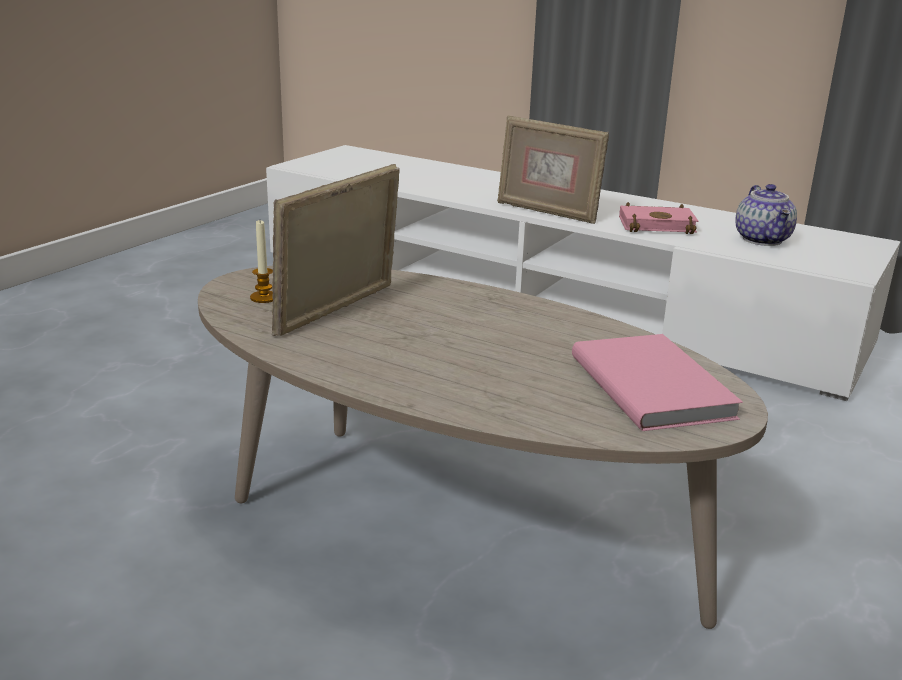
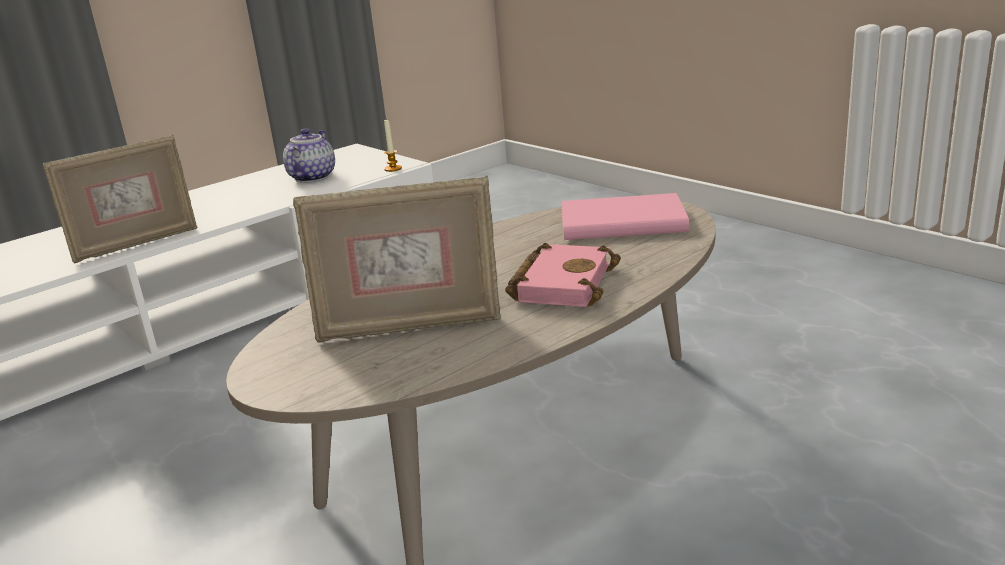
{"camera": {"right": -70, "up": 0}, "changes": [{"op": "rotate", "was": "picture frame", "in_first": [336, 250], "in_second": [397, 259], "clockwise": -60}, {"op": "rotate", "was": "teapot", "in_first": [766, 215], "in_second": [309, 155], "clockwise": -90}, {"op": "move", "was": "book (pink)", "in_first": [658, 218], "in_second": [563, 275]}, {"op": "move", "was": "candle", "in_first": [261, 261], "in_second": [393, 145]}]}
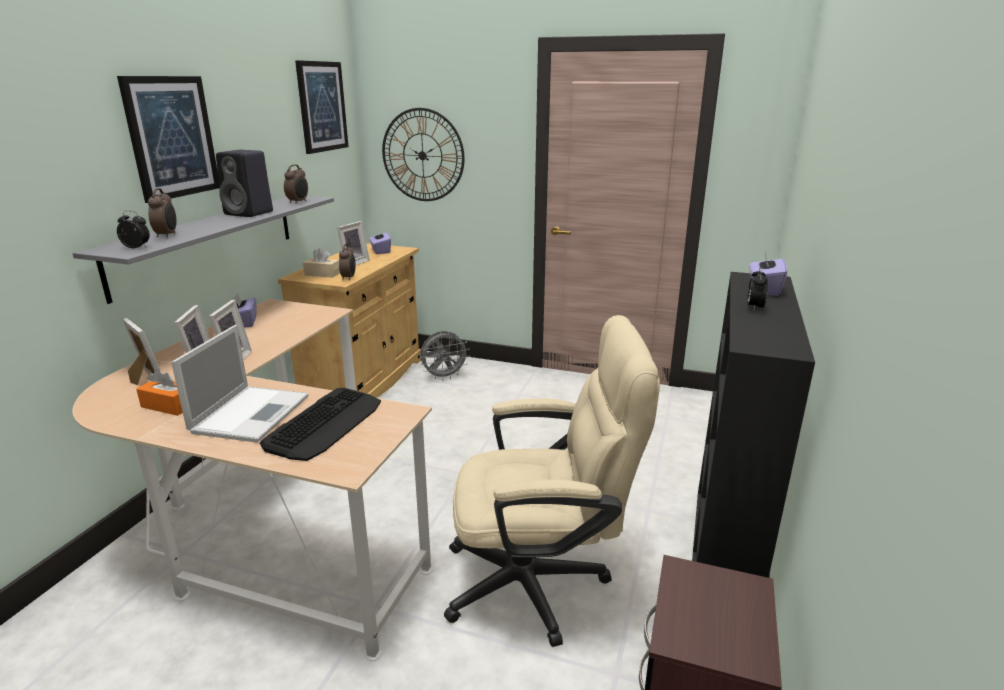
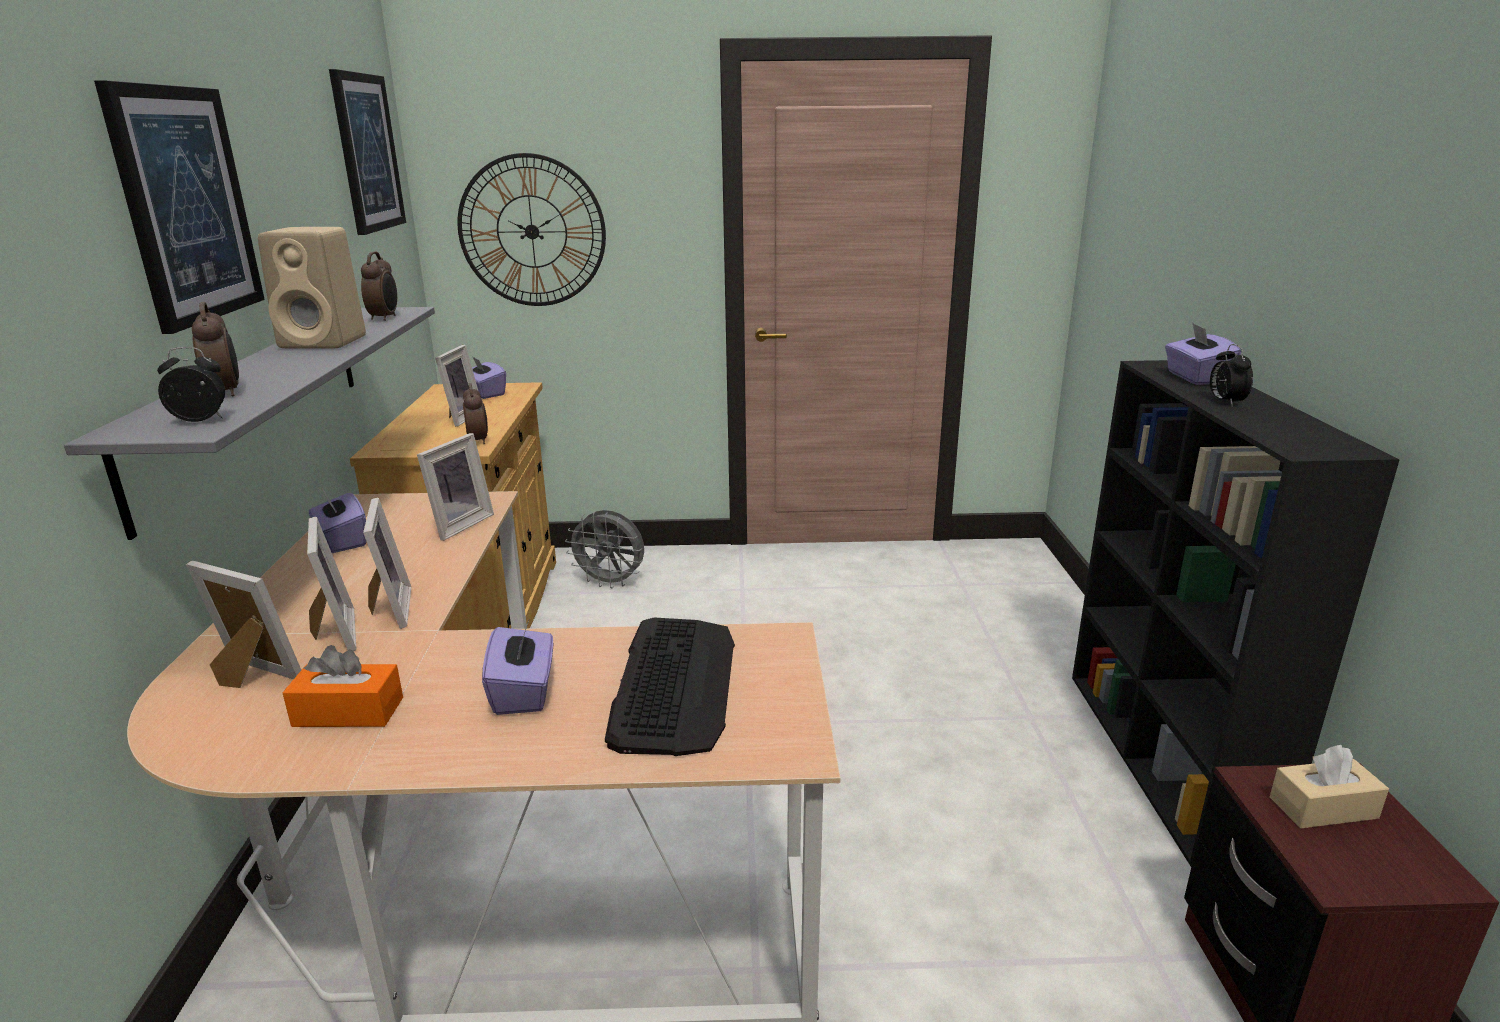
{"camera": {"right": -20, "up": 0}, "changes": [{"op": "recolor", "was": "speaker (black)", "now": "speaker (beige)", "in_first": [244, 183], "in_second": [312, 287]}, {"op": "move", "was": "tissue box (beige)", "in_first": [321, 262], "in_second": [1329, 786]}, {"op": "delete", "was": "office chair (beige)", "in_first": [552, 481]}, {"op": "replace", "was": "laptop", "now": "tissue box (purple)", "in_first": [239, 384], "in_second": [517, 666]}, {"op": "rotate", "was": "fan (grey)", "in_first": [445, 355], "in_second": [604, 549], "clockwise": 60}, {"op": "insert", "now": "picture frame", "in_second": [455, 487]}]}
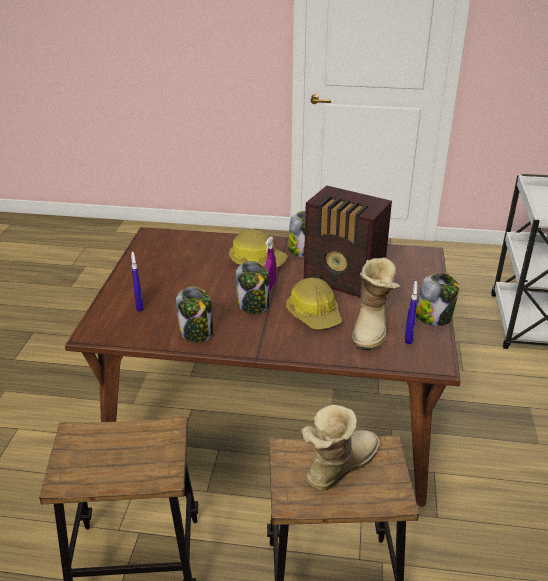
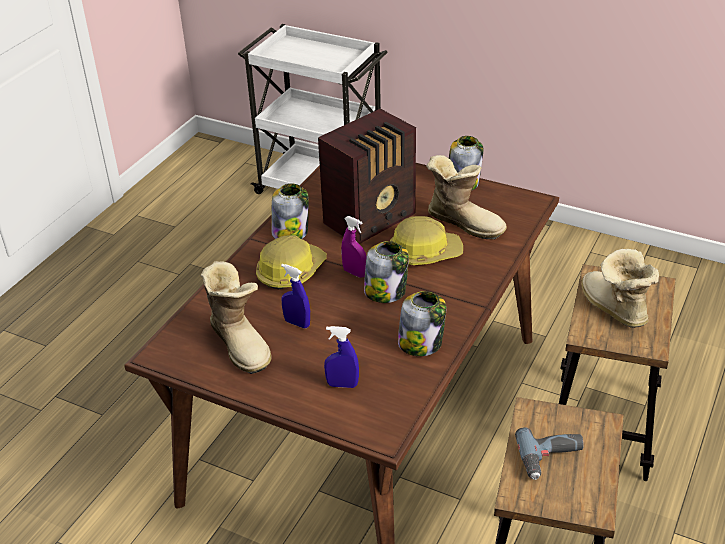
{"camera": {"right": -70, "up": 5}, "changes": [{"op": "move", "was": "spray bottle (blue)", "in_first": [411, 312], "in_second": [295, 296]}, {"op": "insert", "now": "boot", "in_second": [236, 317]}, {"op": "insert", "now": "power drill", "in_second": [549, 453]}]}
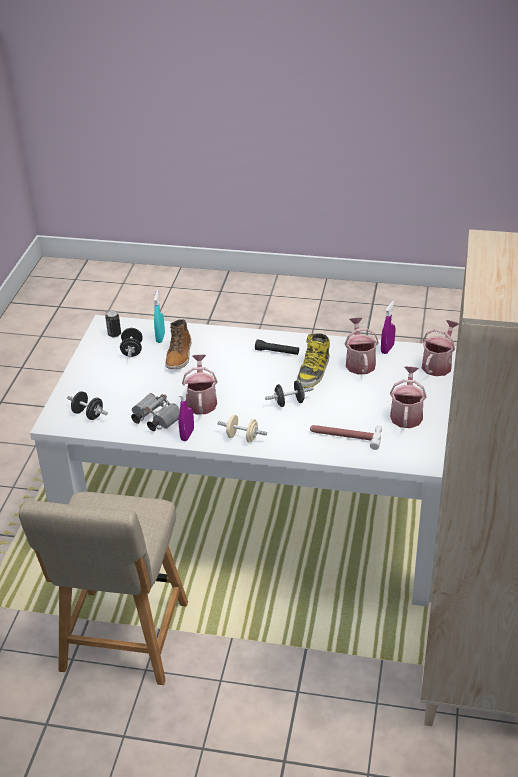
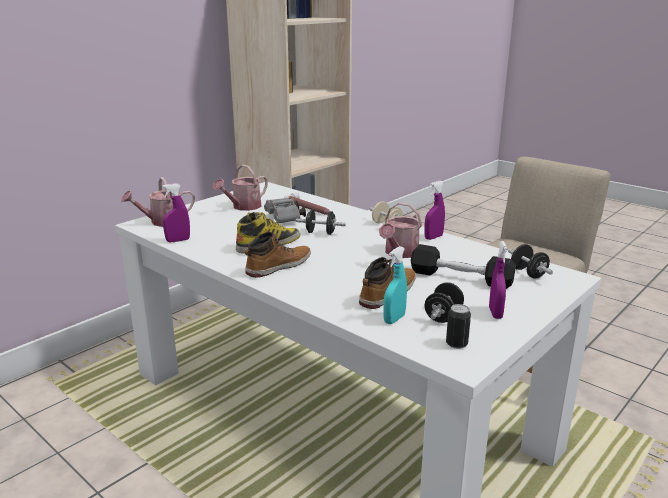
{"camera": {"right": -150, "up": -15}, "changes": [{"op": "delete", "was": "watering can", "in_first": [362, 346]}, {"op": "replace", "was": "flashlight (black)", "now": "boot", "in_first": [277, 347], "in_second": [278, 255]}, {"op": "move", "was": "binoculars (grey)", "in_first": [155, 412], "in_second": [285, 210]}, {"op": "insert", "now": "spray bottle (purple)", "in_second": [498, 280]}, {"op": "insert", "now": "dumbbell (black)", "in_second": [463, 266]}]}
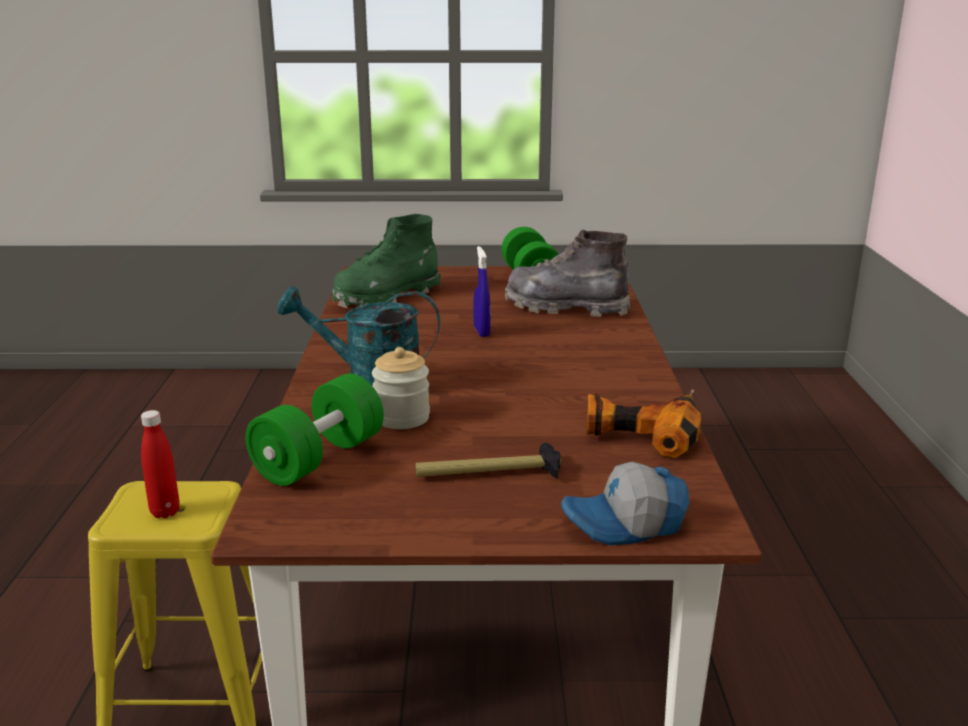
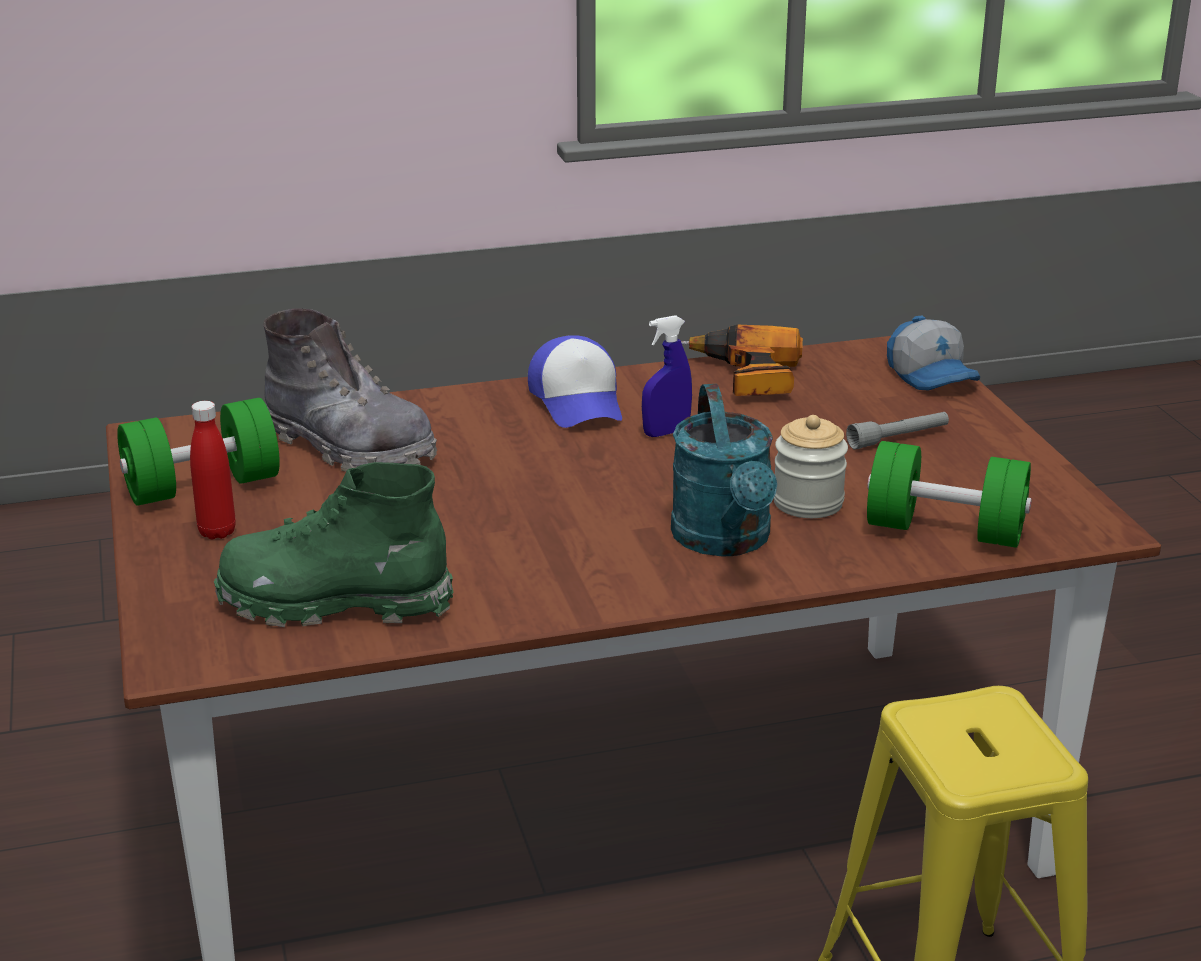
{"camera": {"right": -105, "up": 5}, "changes": [{"op": "rotate", "was": "boot (green)", "in_first": [386, 261], "in_second": [334, 544], "clockwise": 150}, {"op": "rotate", "was": "boot (grey)", "in_first": [568, 273], "in_second": [350, 390], "clockwise": -60}, {"op": "move", "was": "spray bottle (blue)", "in_first": [482, 291], "in_second": [667, 376]}, {"op": "move", "was": "bottle (red)", "in_first": [160, 464], "in_second": [213, 470]}, {"op": "replace", "was": "hammer", "now": "flashlight (grey)", "in_first": [488, 461], "in_second": [897, 430]}, {"op": "insert", "now": "cap", "in_second": [575, 381]}]}
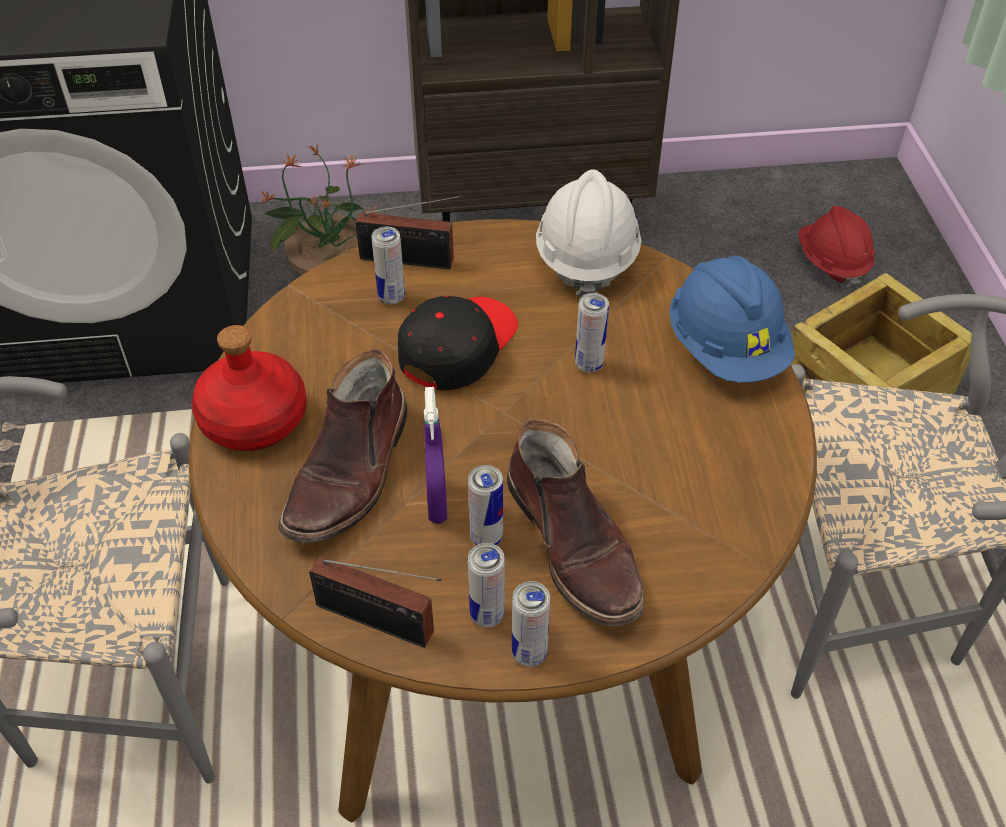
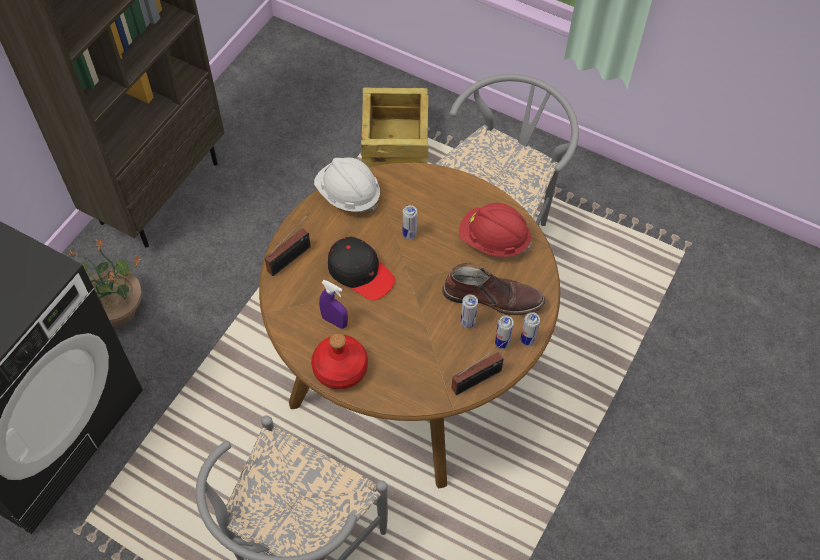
{"camera": {"right": -55, "up": 10}, "changes": [{"op": "move", "was": "hard hat (red)", "in_first": [836, 247], "in_second": [495, 230]}, {"op": "delete", "was": "can", "in_first": [388, 265]}, {"op": "delete", "was": "hard hat (blue)", "in_first": [732, 319]}, {"op": "rotate", "was": "cap (black)", "in_first": [458, 343], "in_second": [361, 269], "clockwise": 150}, {"op": "delete", "was": "boot (brown)", "in_first": [343, 446]}, {"op": "move", "was": "spray bottle (purple)", "in_first": [435, 455], "in_second": [333, 304]}]}
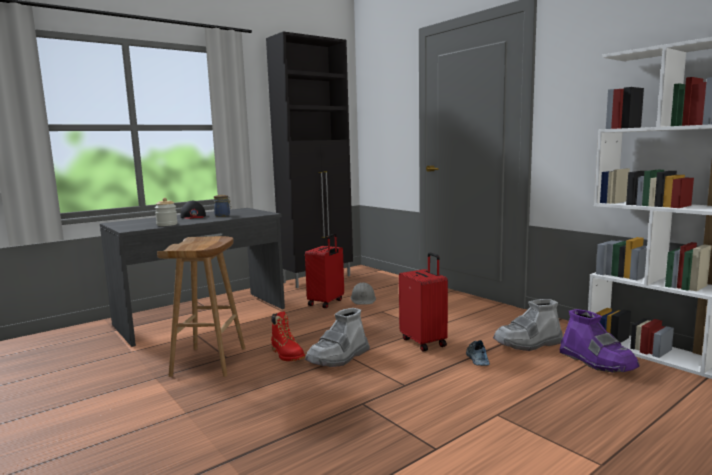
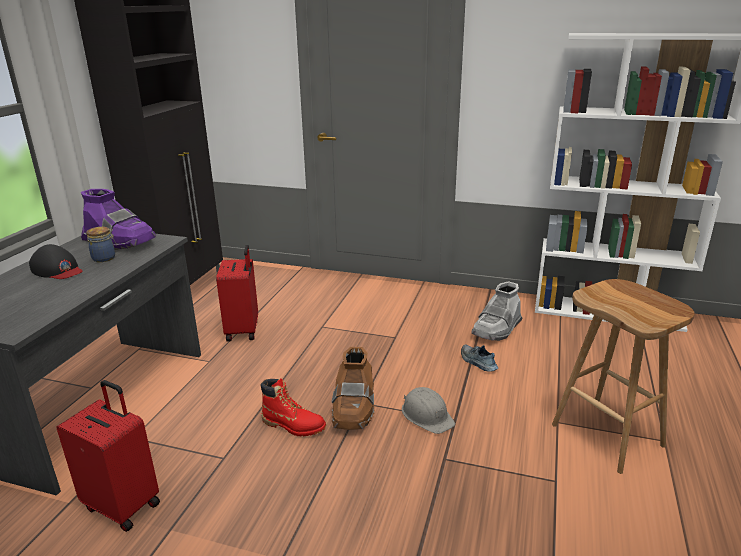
{"camera": {"right": -35, "up": 15}, "changes": [{"op": "delete", "was": "jar", "in_first": [166, 212]}, {"op": "move", "was": "stool (brown)", "in_first": [201, 306], "in_second": [623, 376]}, {"op": "move", "was": "suitcase (red)", "in_first": [423, 302], "in_second": [108, 456]}, {"op": "move", "was": "hard hat (grey)", "in_first": [363, 293], "in_second": [428, 410]}, {"op": "recolor", "was": "boot (grey)", "now": "boot (brown)", "in_first": [337, 337], "in_second": [352, 388]}, {"op": "move", "was": "boot (purple)", "in_first": [600, 341], "in_second": [118, 219]}]}
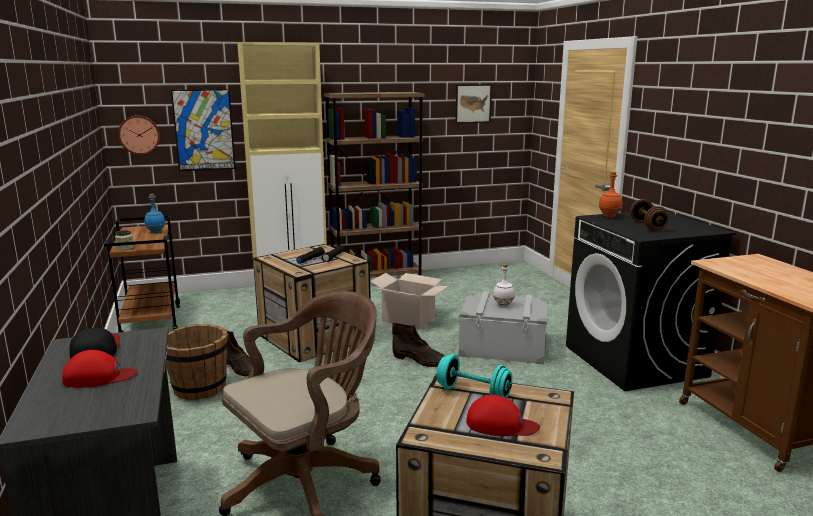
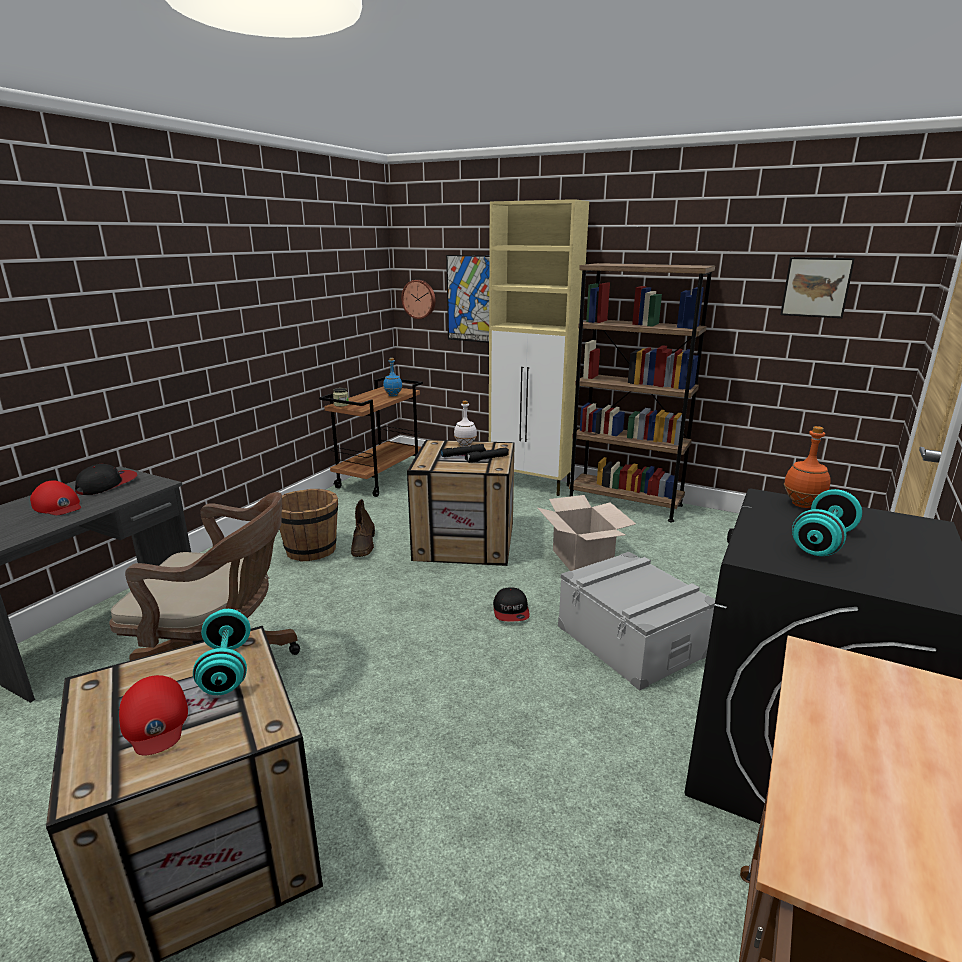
{"camera": {"right": 45, "up": 5}, "changes": [{"op": "recolor", "was": "dumbbell (brown)", "now": "dumbbell (turquoise)", "in_first": [649, 215], "in_second": [827, 522]}, {"op": "move", "was": "bottle (white)", "in_first": [504, 285], "in_second": [465, 424]}, {"op": "replace", "was": "boot (brown)", "now": "cap", "in_first": [418, 345], "in_second": [511, 604]}]}
